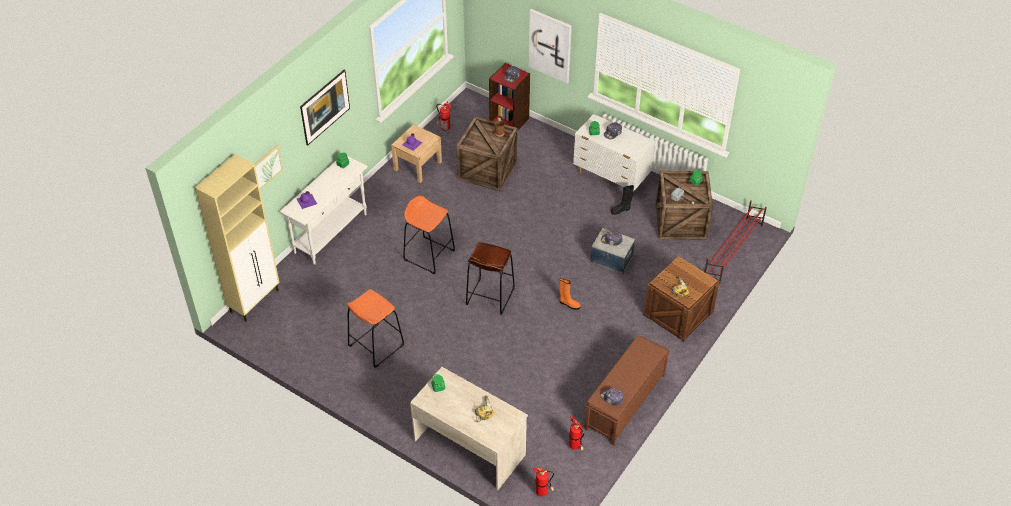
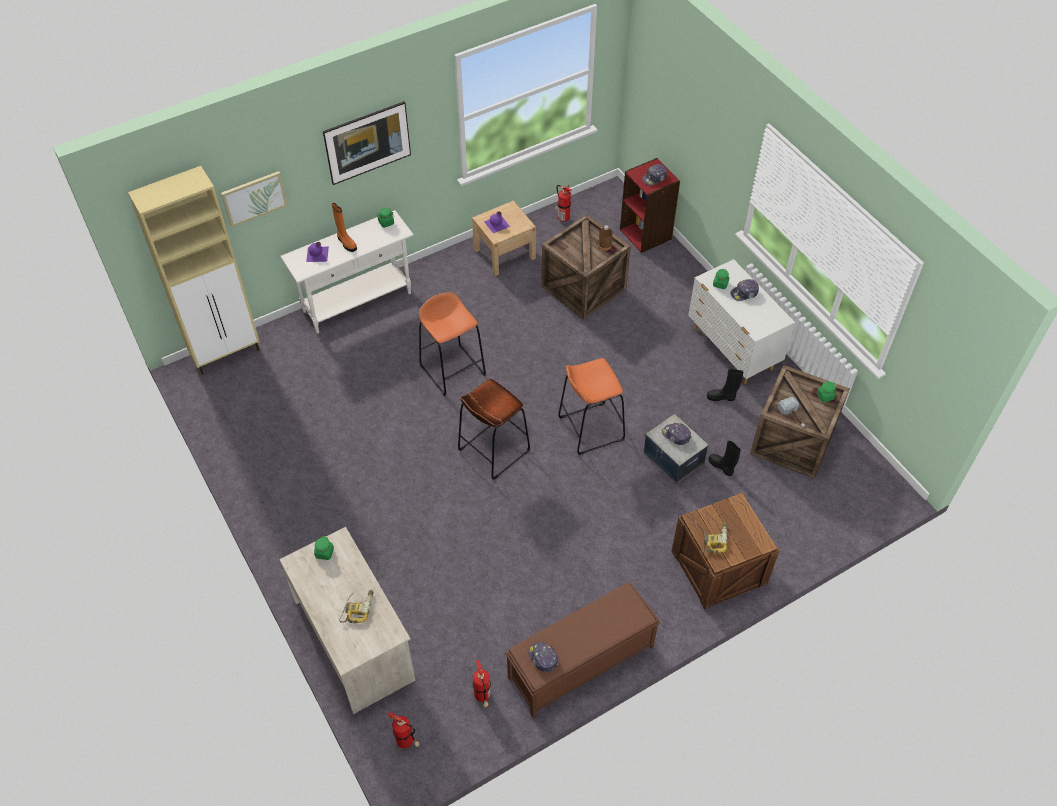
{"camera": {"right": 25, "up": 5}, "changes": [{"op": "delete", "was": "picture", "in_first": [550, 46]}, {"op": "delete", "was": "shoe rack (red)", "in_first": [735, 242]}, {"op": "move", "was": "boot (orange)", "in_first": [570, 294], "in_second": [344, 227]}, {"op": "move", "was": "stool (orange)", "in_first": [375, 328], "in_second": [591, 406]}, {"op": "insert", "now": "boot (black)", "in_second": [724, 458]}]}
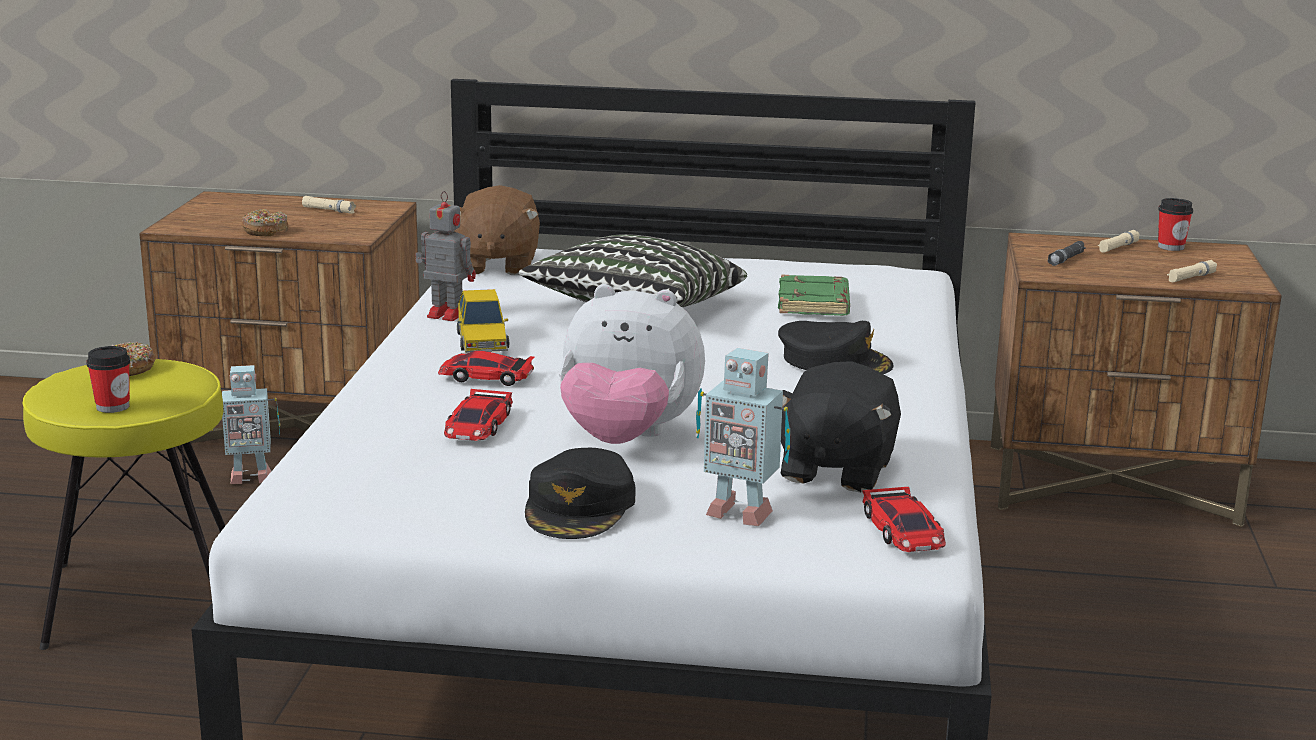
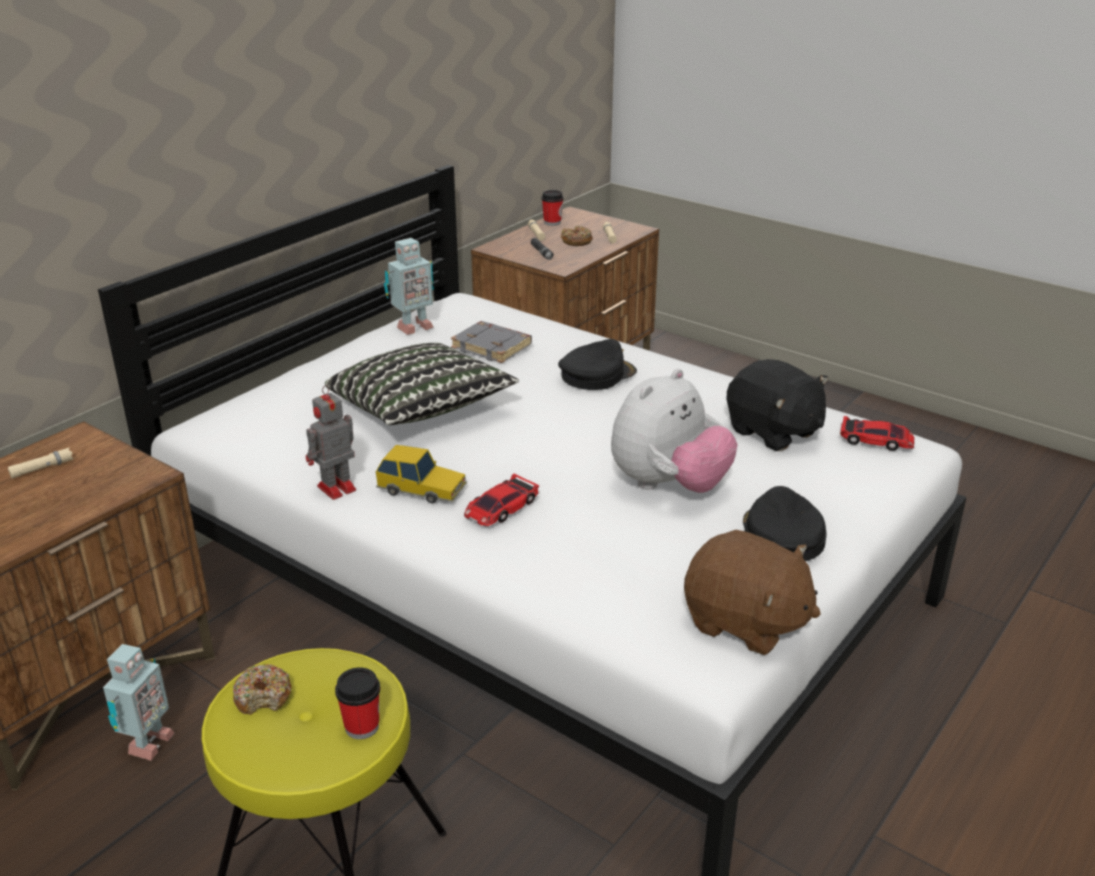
{"camera": {"right": -60, "up": 10}, "changes": [{"op": "move", "was": "plush toy (brown)", "in_first": [497, 230], "in_second": [752, 592]}, {"op": "move", "was": "donut", "in_first": [264, 222], "in_second": [577, 236]}, {"op": "recolor", "was": "book (green)", "now": "book (grey)", "in_first": [814, 295], "in_second": [491, 342]}, {"op": "move", "was": "toy robot", "in_first": [743, 437], "in_second": [409, 286]}, {"op": "delete", "was": "toy car", "in_first": [478, 415]}, {"op": "rotate", "was": "cap (black)", "in_first": [580, 493], "in_second": [785, 523], "clockwise": -135}]}
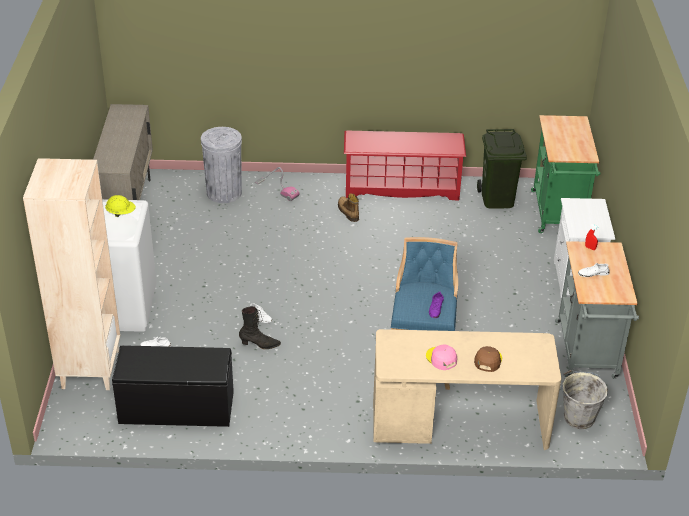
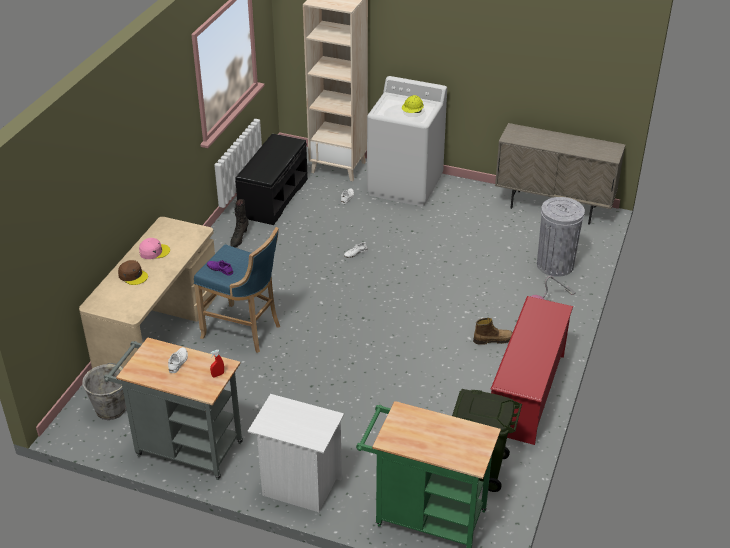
{"camera": {"right": 110, "up": 0}, "changes": [{"op": "move", "was": "boot (black)", "in_first": [260, 327], "in_second": [239, 223]}]}
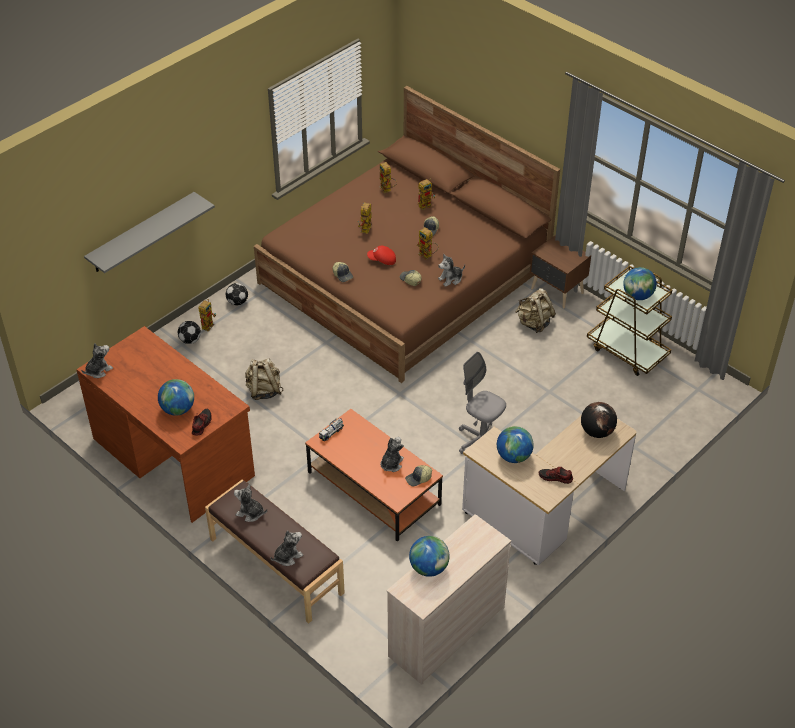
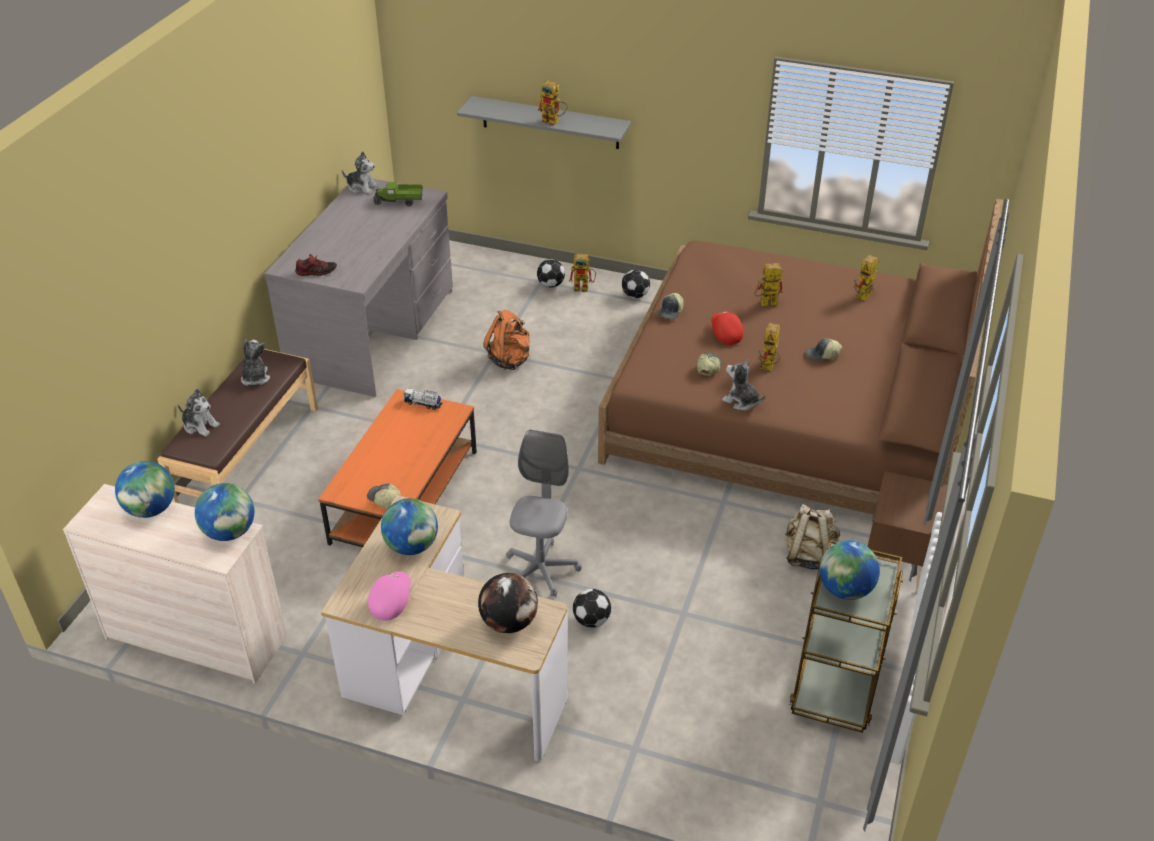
{"camera": {"right": 65, "up": -5}, "changes": [{"op": "move", "was": "toy robot", "in_first": [427, 194], "in_second": [553, 103]}, {"op": "recolor", "was": "desk (brown)", "now": "desk (grey)", "in_first": [165, 424], "in_second": [358, 288]}, {"op": "recolor", "was": "backpack (beige)", "now": "backpack (orange)", "in_first": [264, 379], "in_second": [507, 340]}, {"op": "move", "was": "globe", "in_first": [176, 397], "in_second": [224, 512]}, {"op": "delete", "was": "plush toy", "in_first": [392, 454]}, {"op": "replace", "was": "shoe", "now": "cap (pink)", "in_first": [556, 475], "in_second": [389, 596]}, {"op": "insert", "now": "toy truck", "in_second": [398, 194]}, {"op": "insert", "now": "football", "in_second": [592, 608]}]}
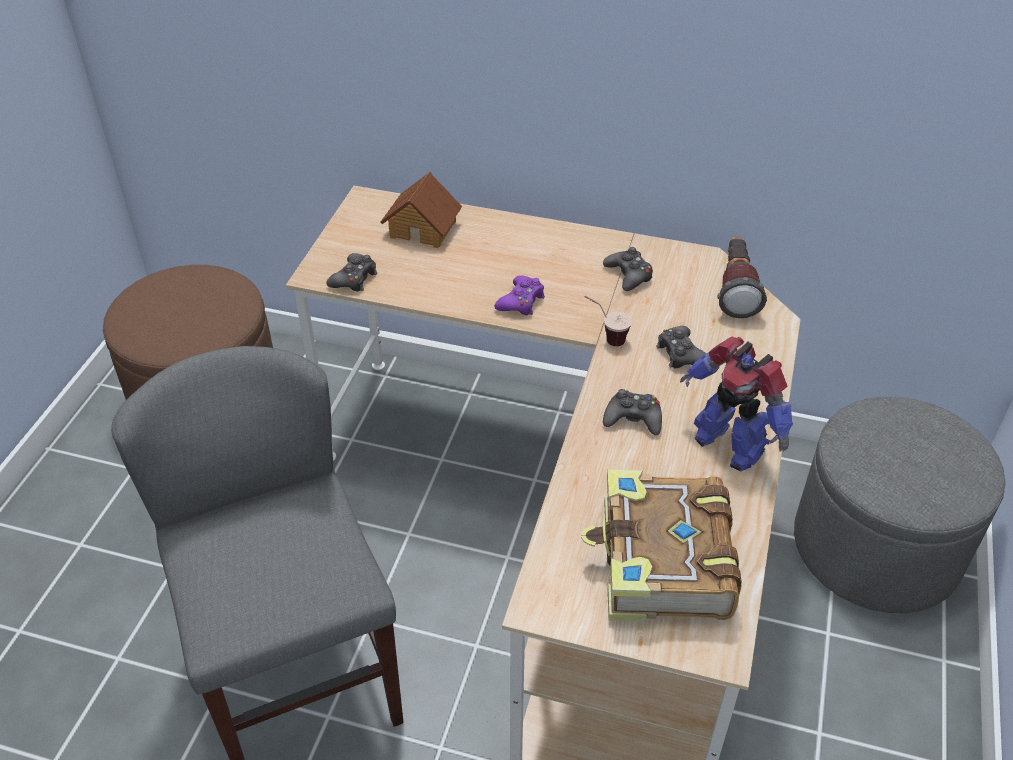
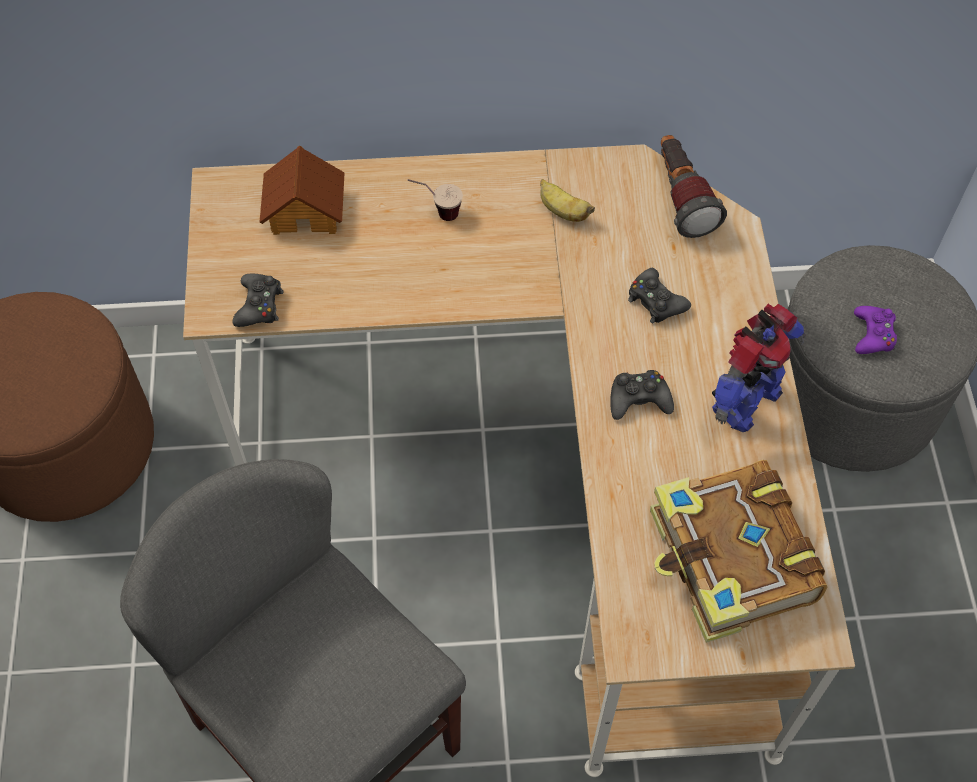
{"camera": {"right": -20, "up": 15}, "changes": [{"op": "replace", "was": "game controller (black)", "now": "banana", "in_first": [628, 269], "in_second": [567, 200]}, {"op": "move", "was": "game controller (purple)", "in_first": [519, 295], "in_second": [875, 330]}, {"op": "move", "was": "cup", "in_first": [608, 321], "in_second": [435, 200]}, {"op": "rotate", "was": "toy robot", "in_first": [736, 403], "in_second": [759, 368], "clockwise": -75}]}
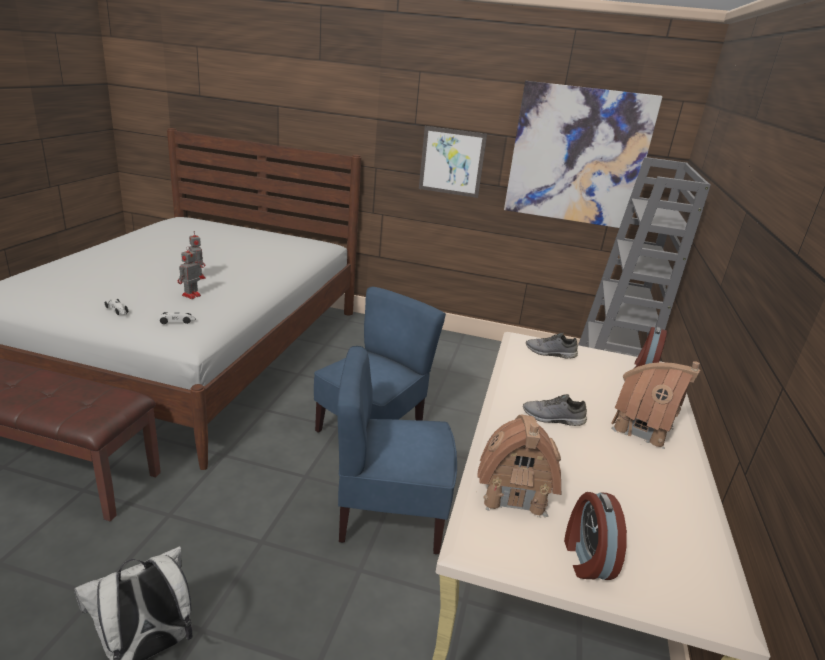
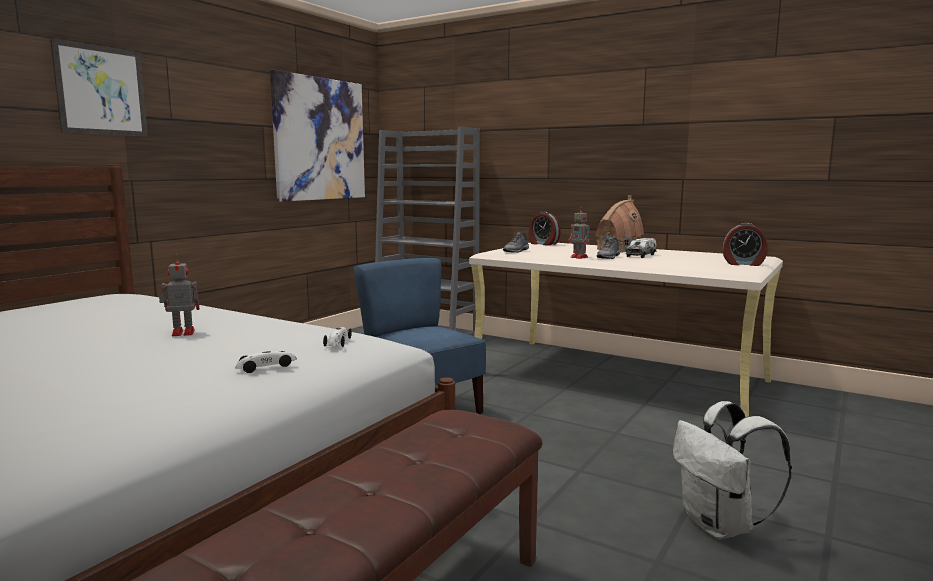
{"camera": {"right": -70, "up": -15}, "changes": [{"op": "move", "was": "picture", "in_first": [453, 162], "in_second": [99, 87]}, {"op": "move", "was": "toy robot", "in_first": [189, 272], "in_second": [580, 234]}, {"op": "delete", "was": "chair (blue)", "in_first": [397, 450]}, {"op": "delete", "was": "toy house", "in_first": [519, 466]}, {"op": "insert", "now": "toy truck", "in_second": [641, 248]}]}
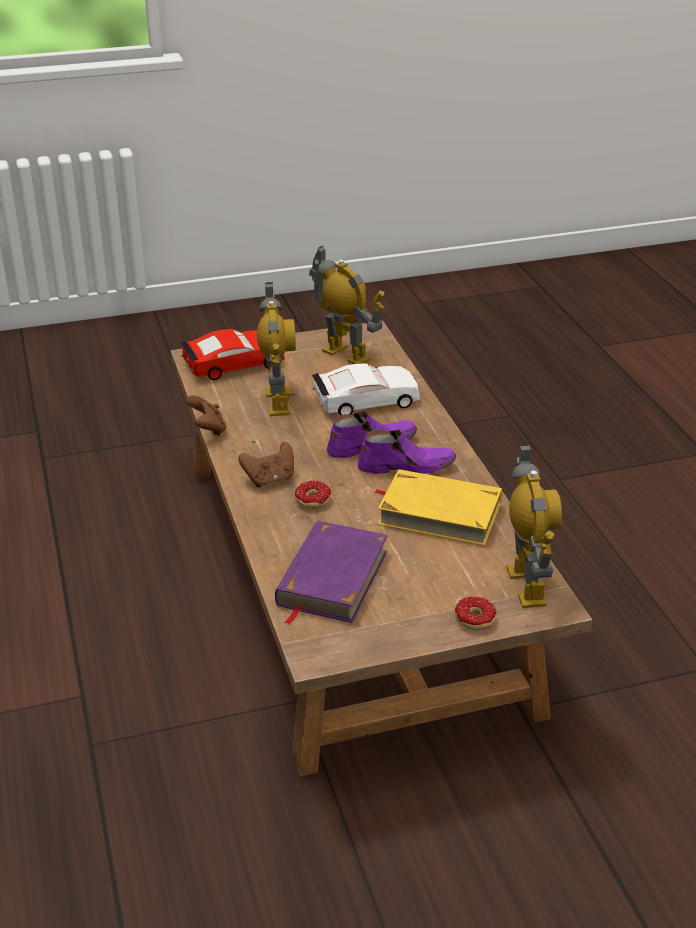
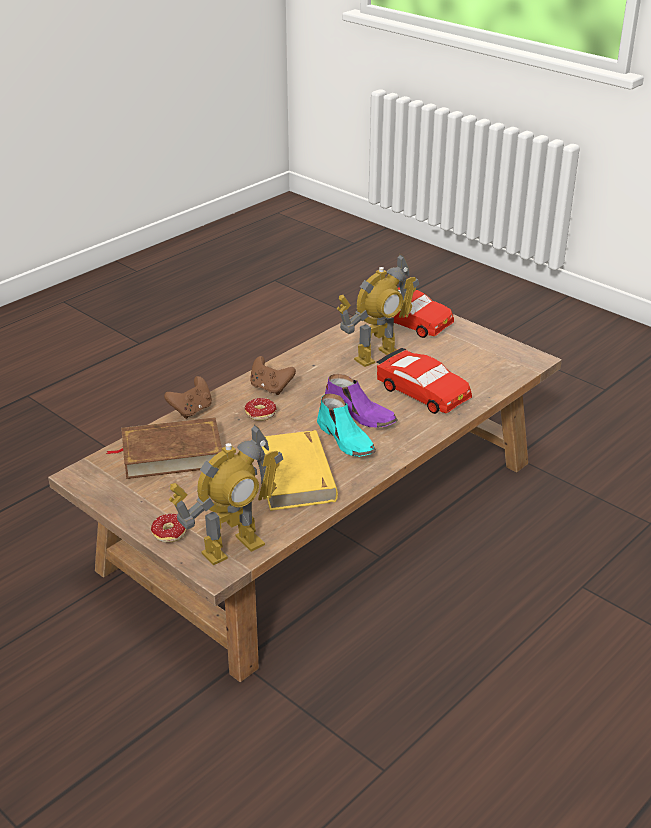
{"camera": {"right": 60, "up": 0}, "changes": [{"op": "delete", "was": "toy robot", "in_first": [346, 305]}, {"op": "recolor", "was": "toy car (white)", "now": "toy car (red)", "in_first": [366, 389], "in_second": [424, 381]}, {"op": "move", "was": "game controller (brown)", "in_first": [206, 415], "in_second": [188, 397]}, {"op": "recolor", "was": "shoe (purple)", "now": "shoe (turquoise)", "in_first": [407, 452], "in_second": [346, 425]}, {"op": "recolor", "was": "book (purple)", "now": "book (brown)", "in_first": [331, 573], "in_second": [164, 448]}]}
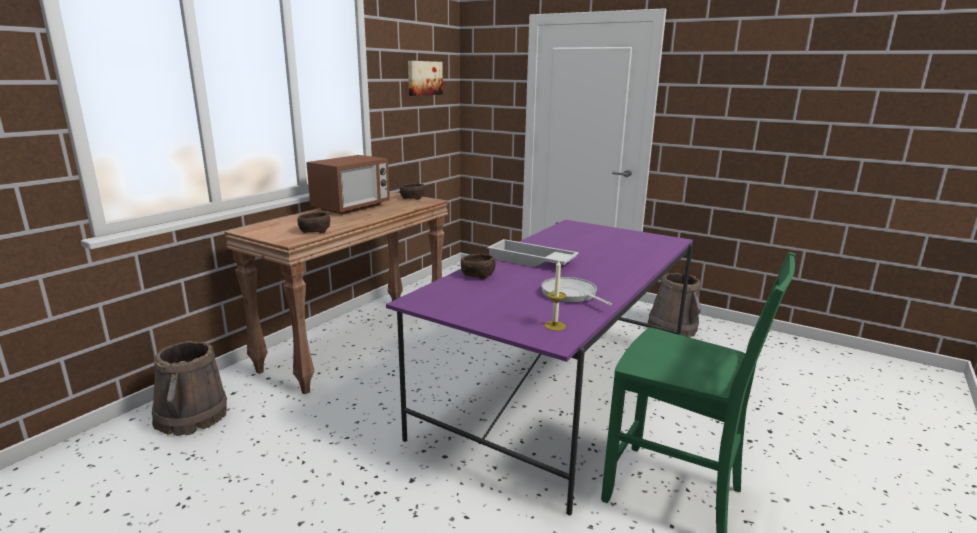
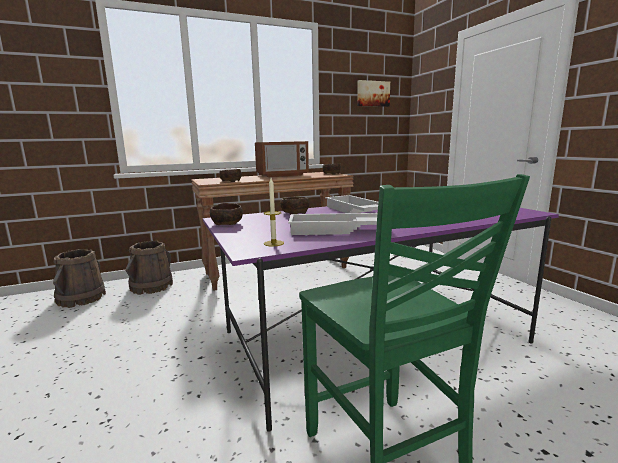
{"camera": {"right": 35, "up": -5}, "changes": [{"op": "move", "was": "bucket (brown)", "in_first": [674, 305], "in_second": [79, 278]}, {"op": "replace", "was": "frying pan", "now": "tray (white)", "in_first": [576, 291], "in_second": [332, 224]}, {"op": "insert", "now": "bowl (brown)", "in_second": [226, 214]}]}
